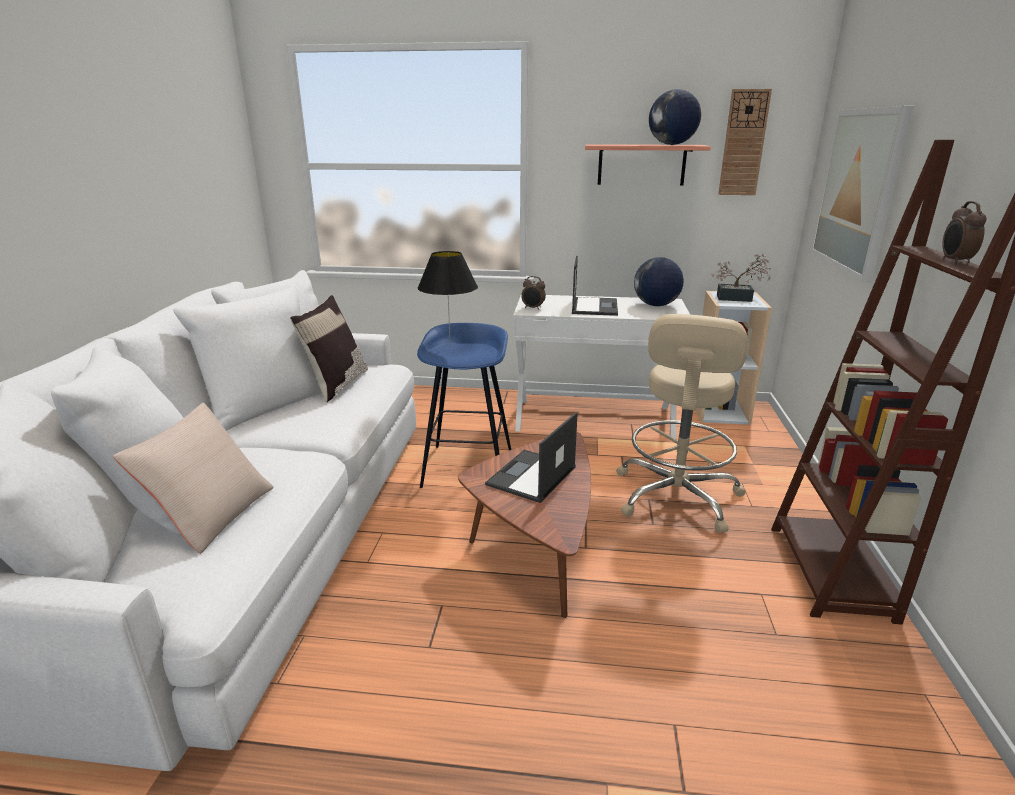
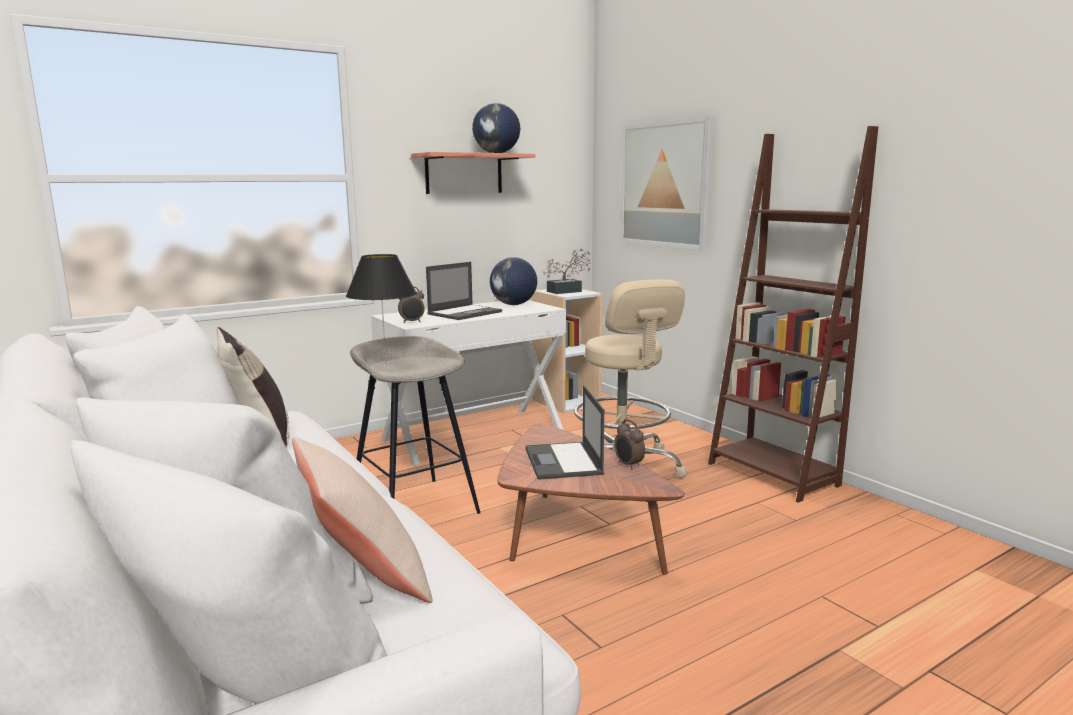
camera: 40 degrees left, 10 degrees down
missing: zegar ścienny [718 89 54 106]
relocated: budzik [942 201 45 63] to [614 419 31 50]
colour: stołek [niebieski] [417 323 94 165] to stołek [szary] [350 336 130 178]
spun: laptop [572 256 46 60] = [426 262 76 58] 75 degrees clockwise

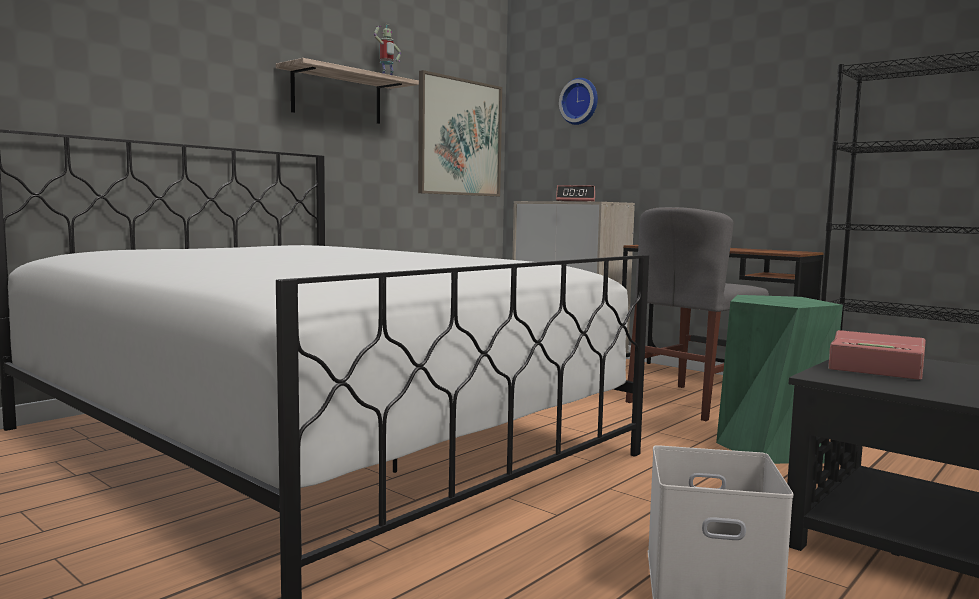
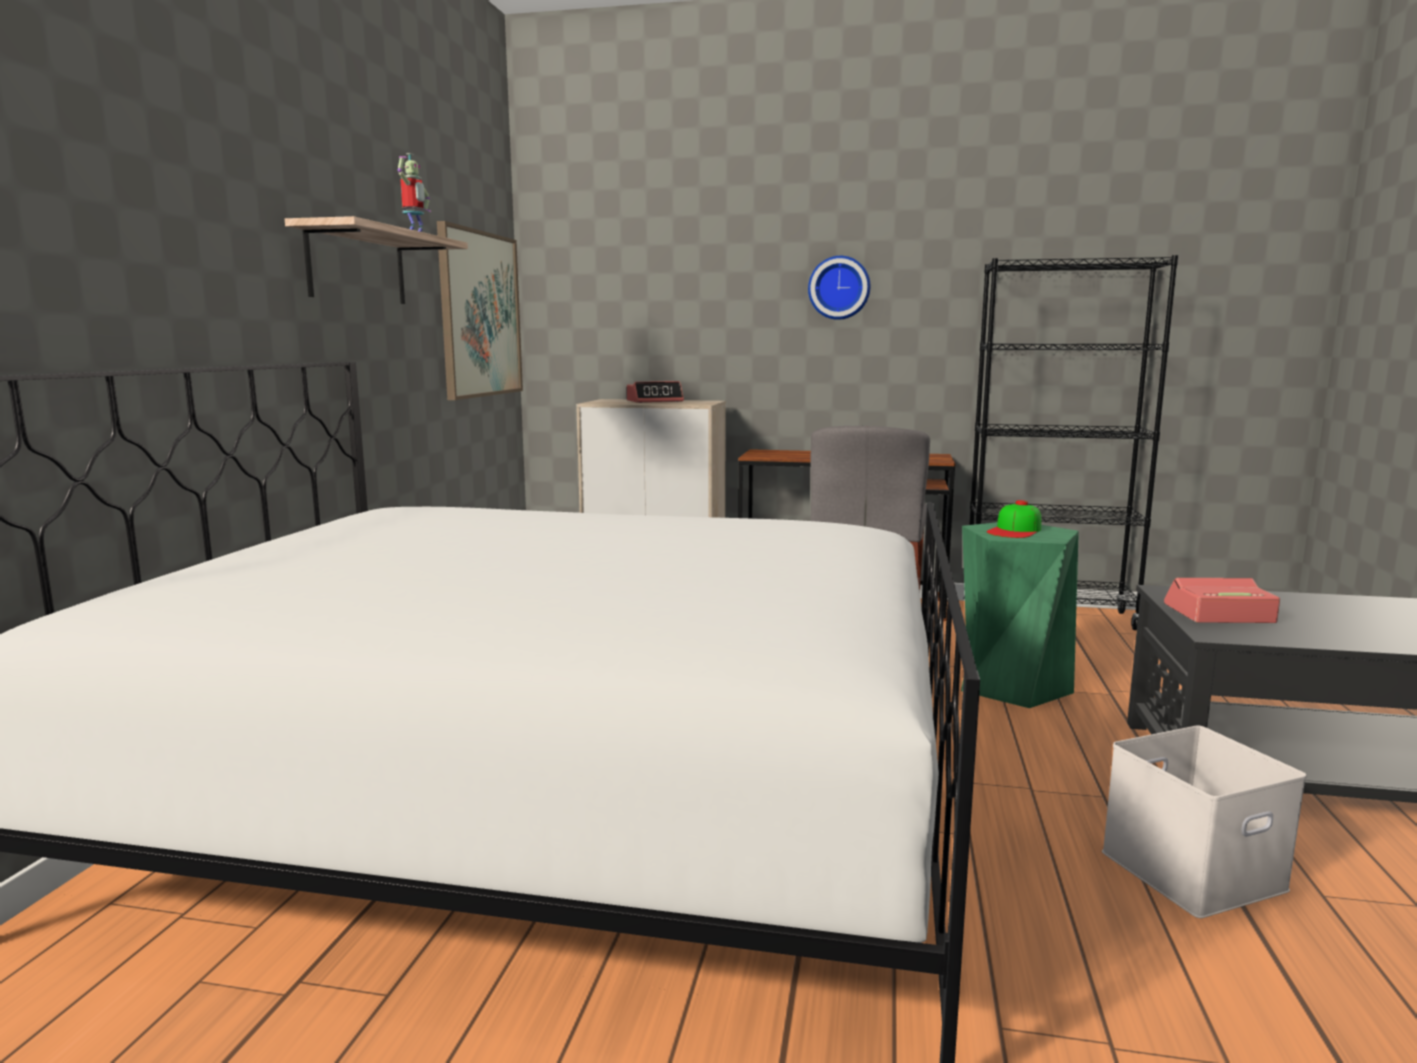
camera: 30 degrees left, 5 degrees up
appeared: czapka z daszkiem [987 500 54 38]
relocated: zegar ścienny [559 78 39 47] to [808 256 62 64]

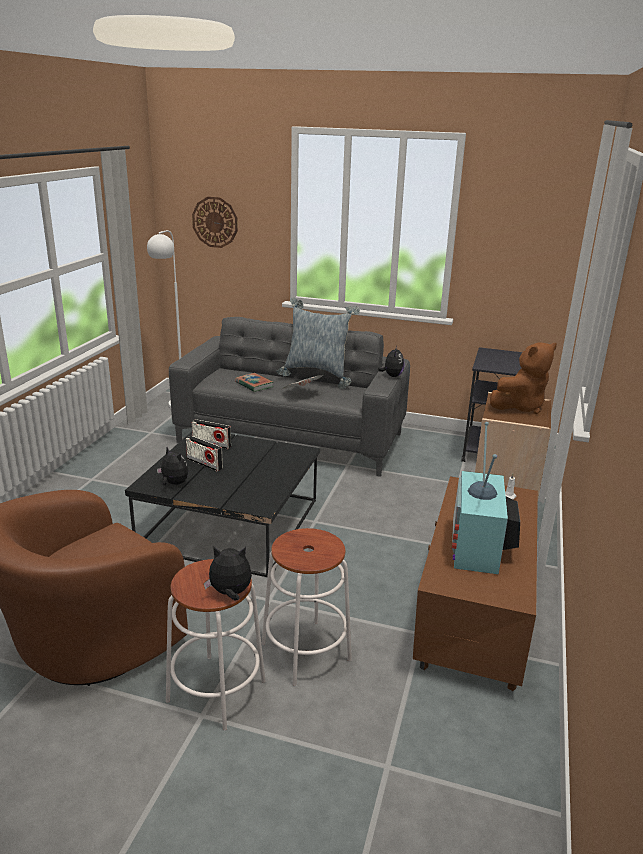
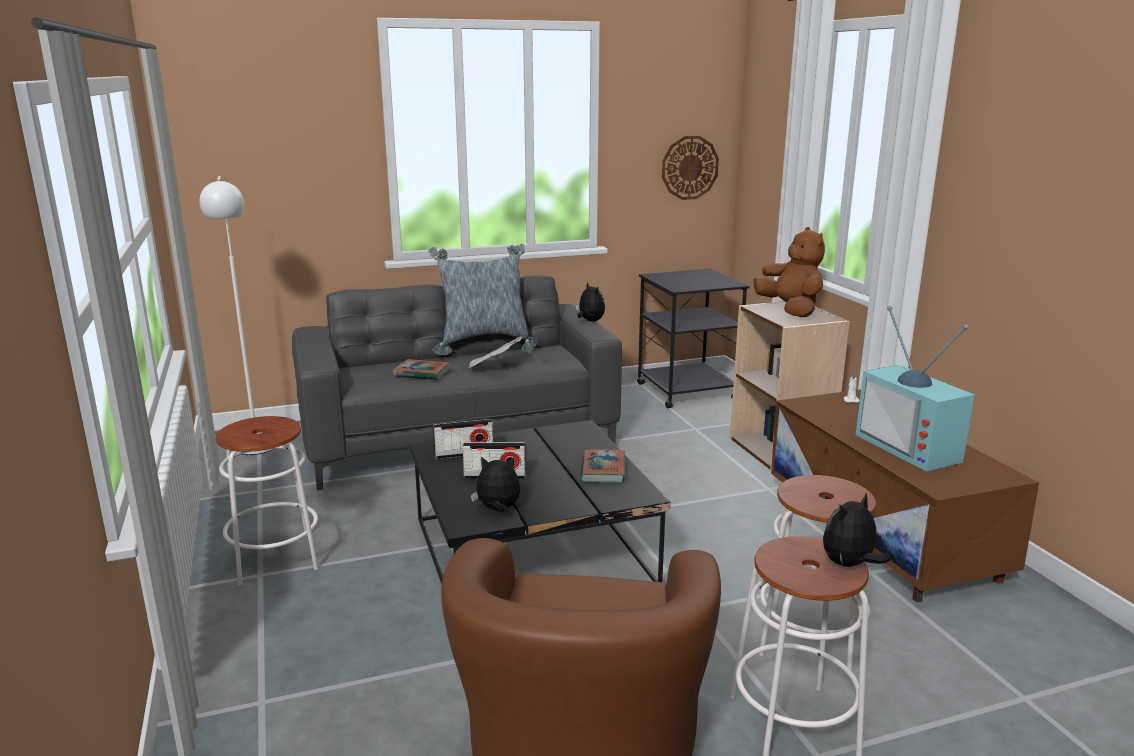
camera: 35 degrees left, 5 degrees down
appeared: stołek [biały] [216 416 102 170]; książka [581 449 44 34]
relocated: zegar ścienny [192 197 46 51] to [662 136 57 64]
spun: pluszak [brązowy] [490 343 67 71] = [754 227 71 90] 45 degrees counterclockwise

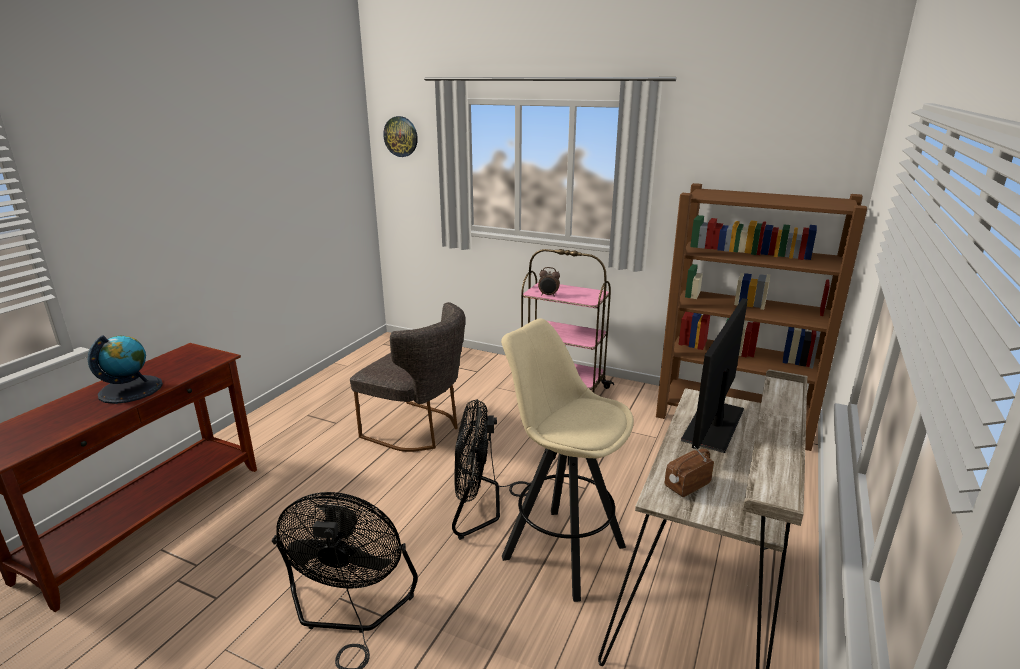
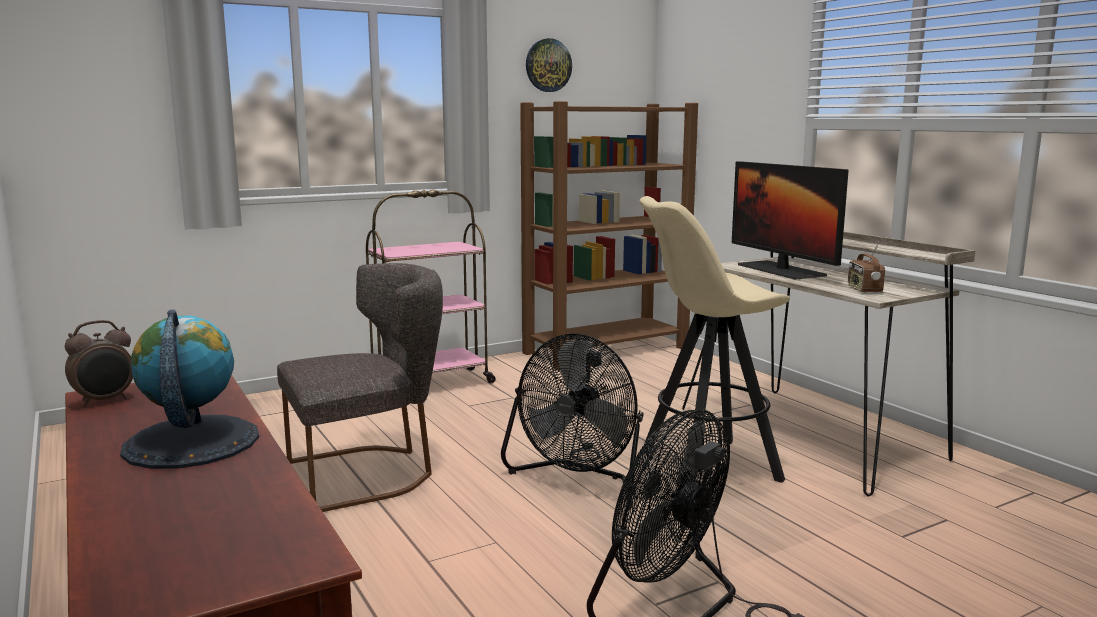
camera: 55 degrees left, 10 degrees down
relocated: zegar ścienny [383 116 35 41] to [526 38 46 54]; budzik [538 267 22 30] to [65 320 68 87]

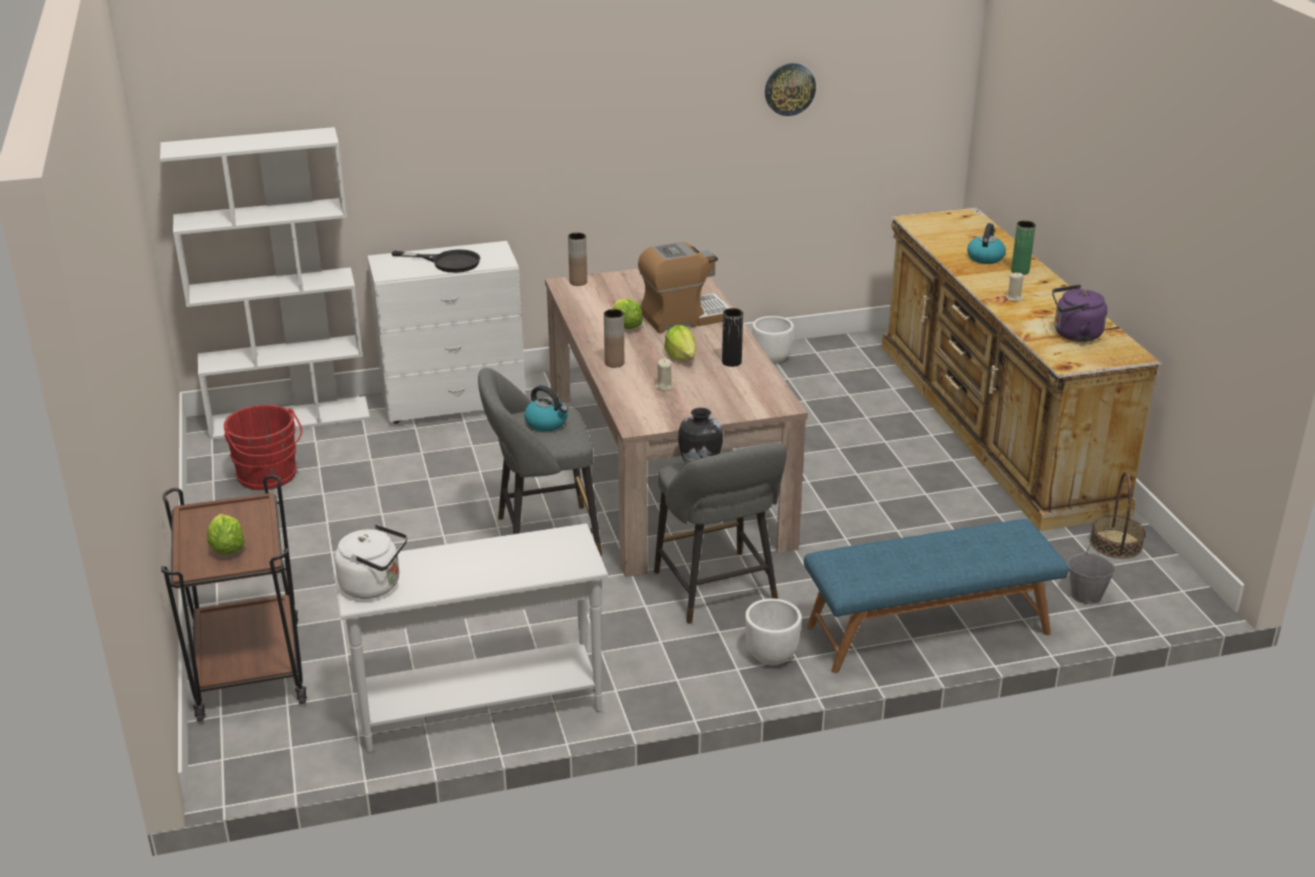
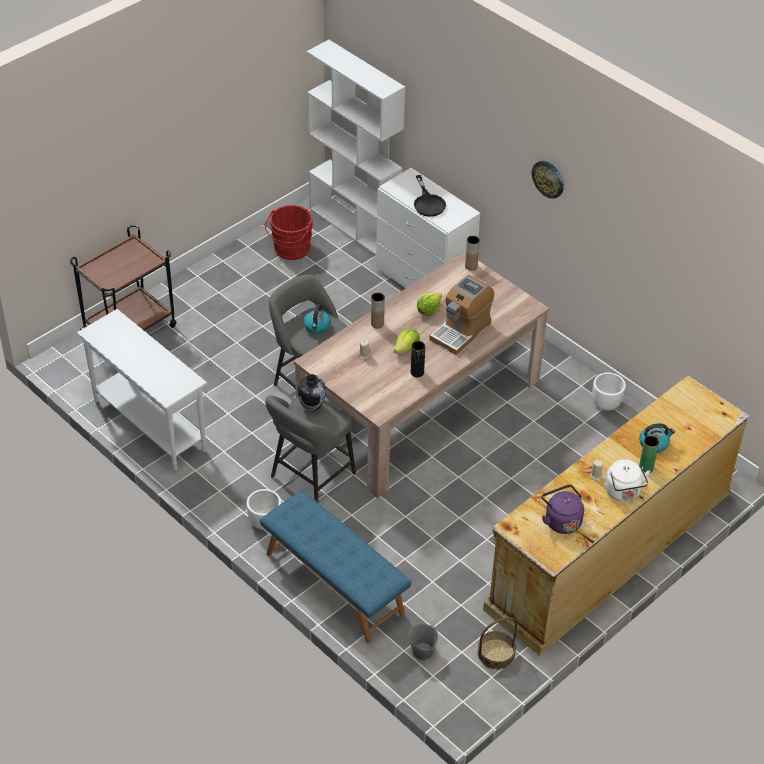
camera: 60 degrees right, 15 degrees up
missing: sałata [207 514 38 41]
relocated: czajnik [biały] [335 524 72 75] to [605 459 45 42]; zegar ścienny [765 63 51 53] to [532 161 32 38]
spun: ekspres do kawy [638 242 93 91] = [429 275 65 80] 90 degrees clockwise

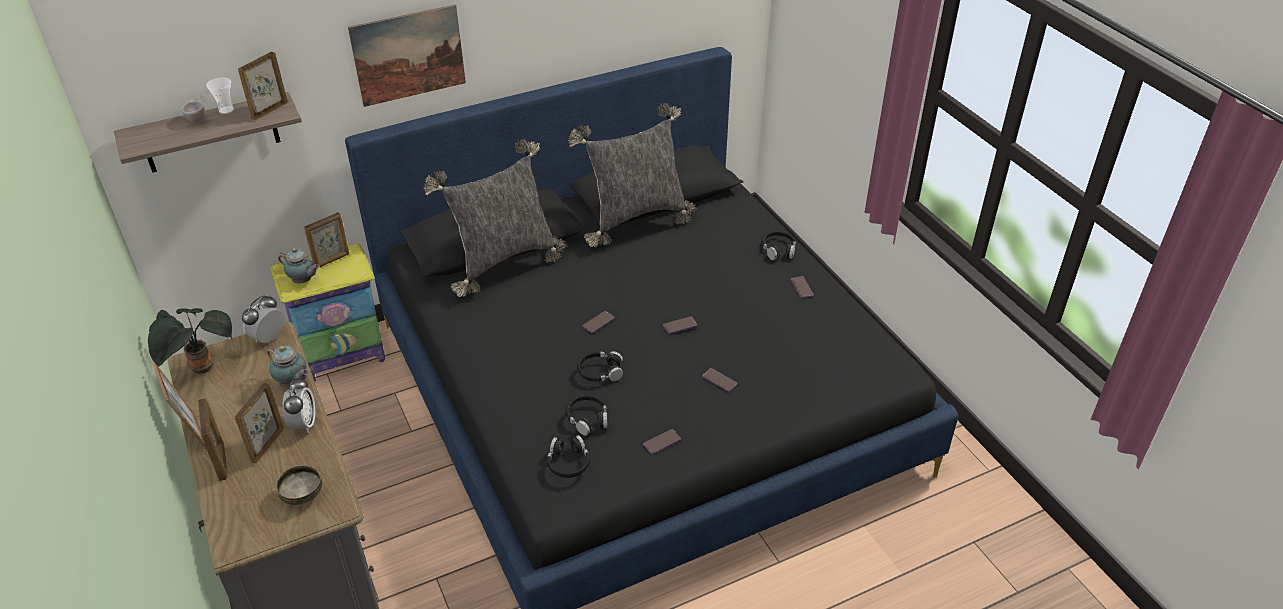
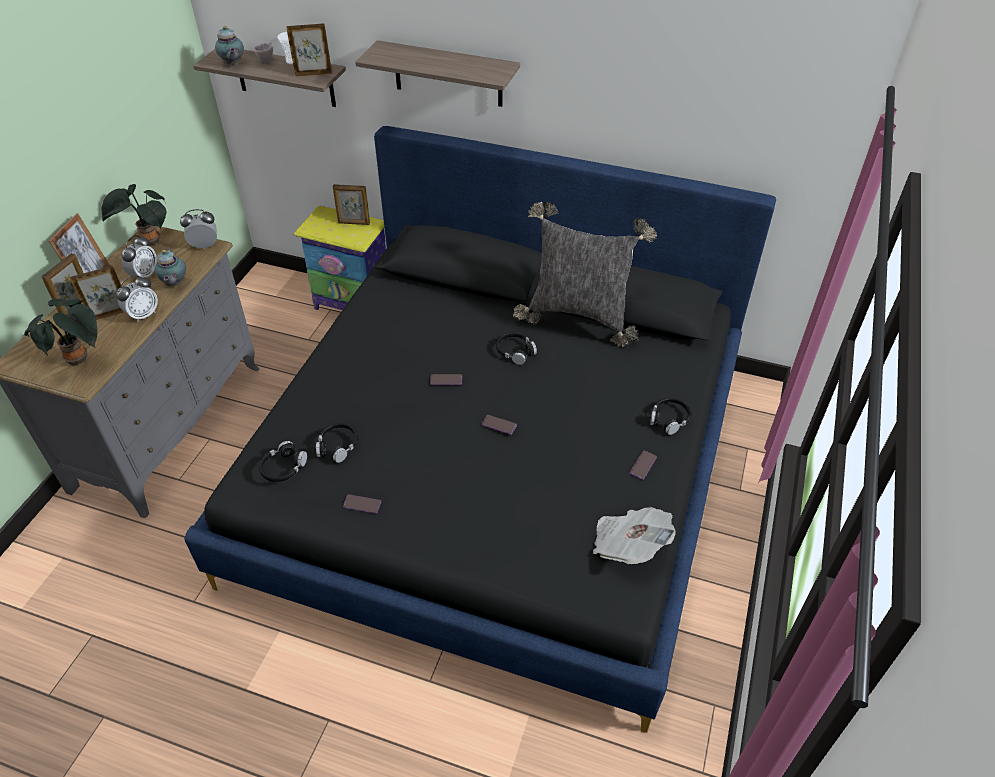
camera: 45 degrees right, 5 degrees up
missing: poduszka [424 138 144 160]; telefon [702 368 35 24]
appeared: budzik [121 235 36 43]; gazeta [593 507 83 57]
relocated: imbryk [278 248 42 35] to [215 26 29 40]; słuchawki [czarny] [577 351 46 31] to [496 332 41 33]
exchanged: miska [276 465 46 40] to roślina doniczkowa [24 299 74 66]; obraz [348 5 118 102] to półka [355 40 165 67]

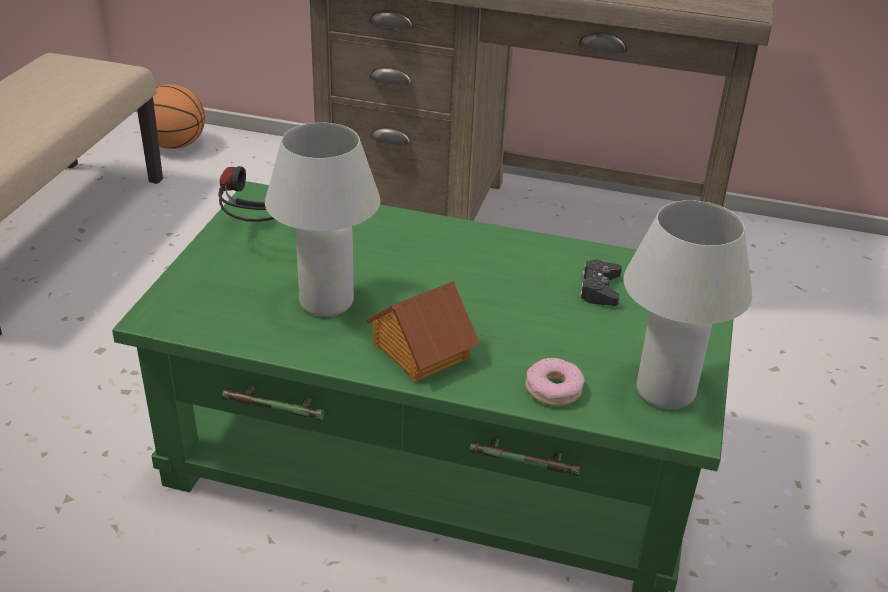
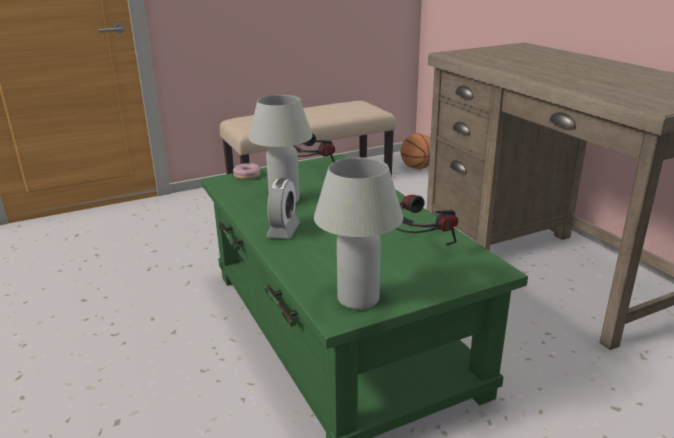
camera: 50 degrees right, 10 degrees down
relocated: donut [525 358 60 48] to [233 163 28 17]
exchanged: domek [367 281 113 101] to budzik [266 178 34 61]; pad do gier [czarny] [579 259 43 47] to słuchawki [396 195 62 51]

